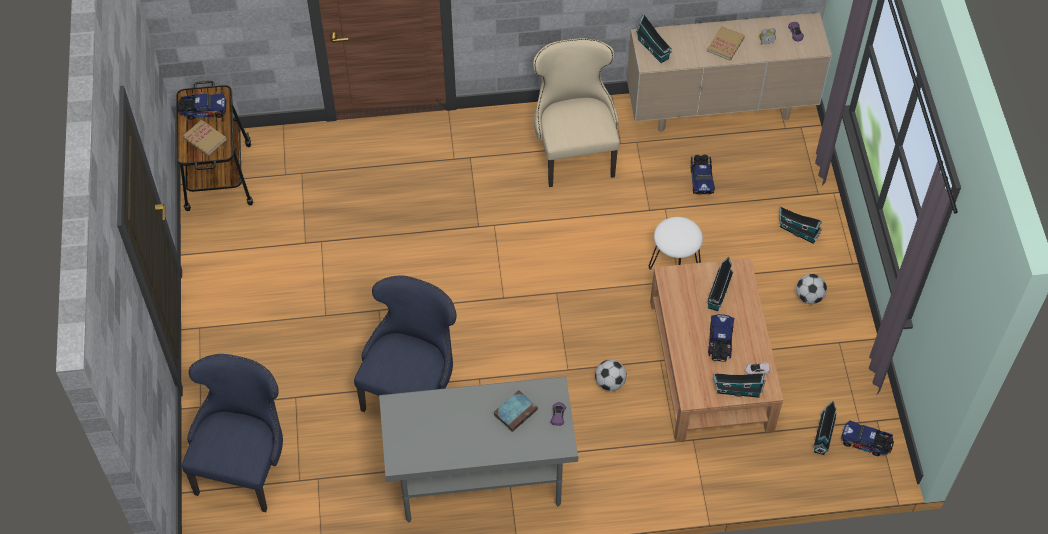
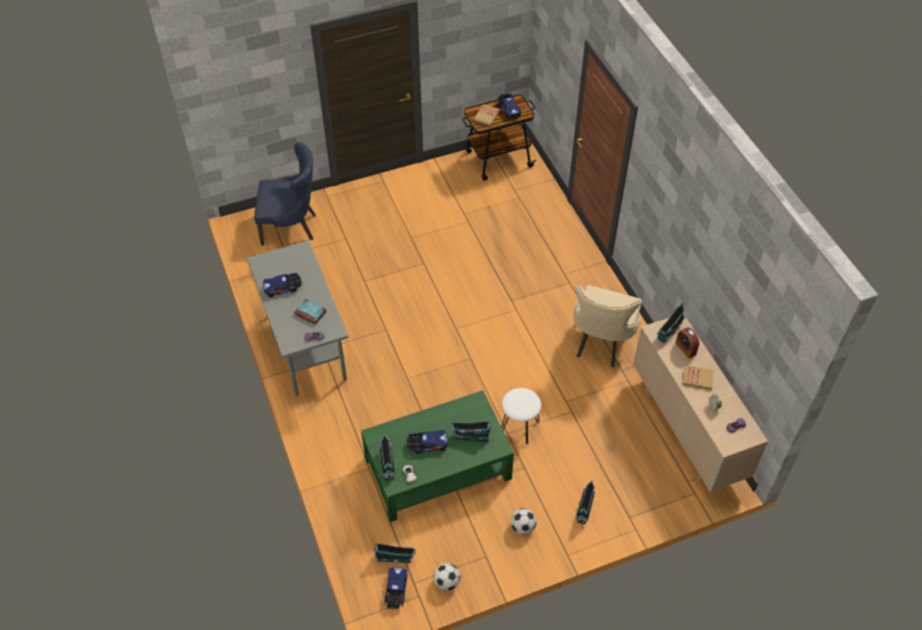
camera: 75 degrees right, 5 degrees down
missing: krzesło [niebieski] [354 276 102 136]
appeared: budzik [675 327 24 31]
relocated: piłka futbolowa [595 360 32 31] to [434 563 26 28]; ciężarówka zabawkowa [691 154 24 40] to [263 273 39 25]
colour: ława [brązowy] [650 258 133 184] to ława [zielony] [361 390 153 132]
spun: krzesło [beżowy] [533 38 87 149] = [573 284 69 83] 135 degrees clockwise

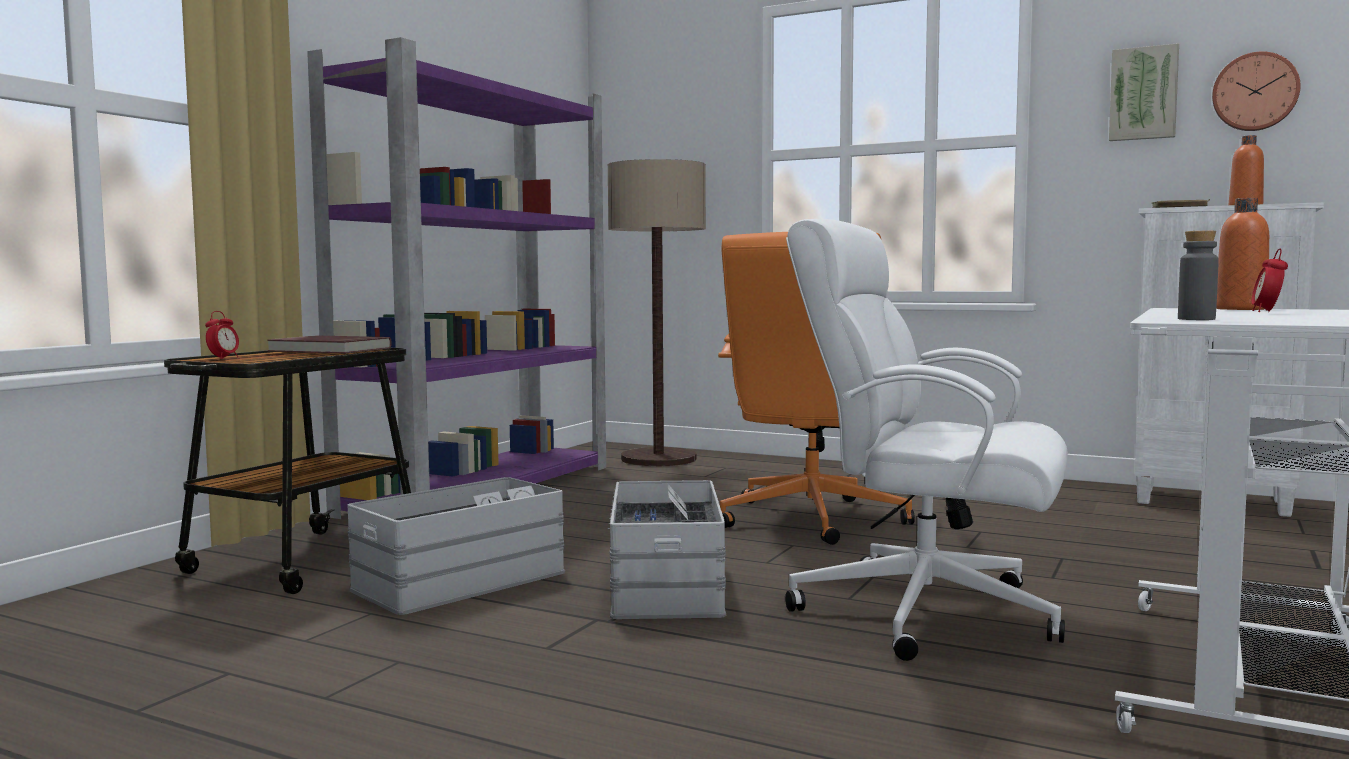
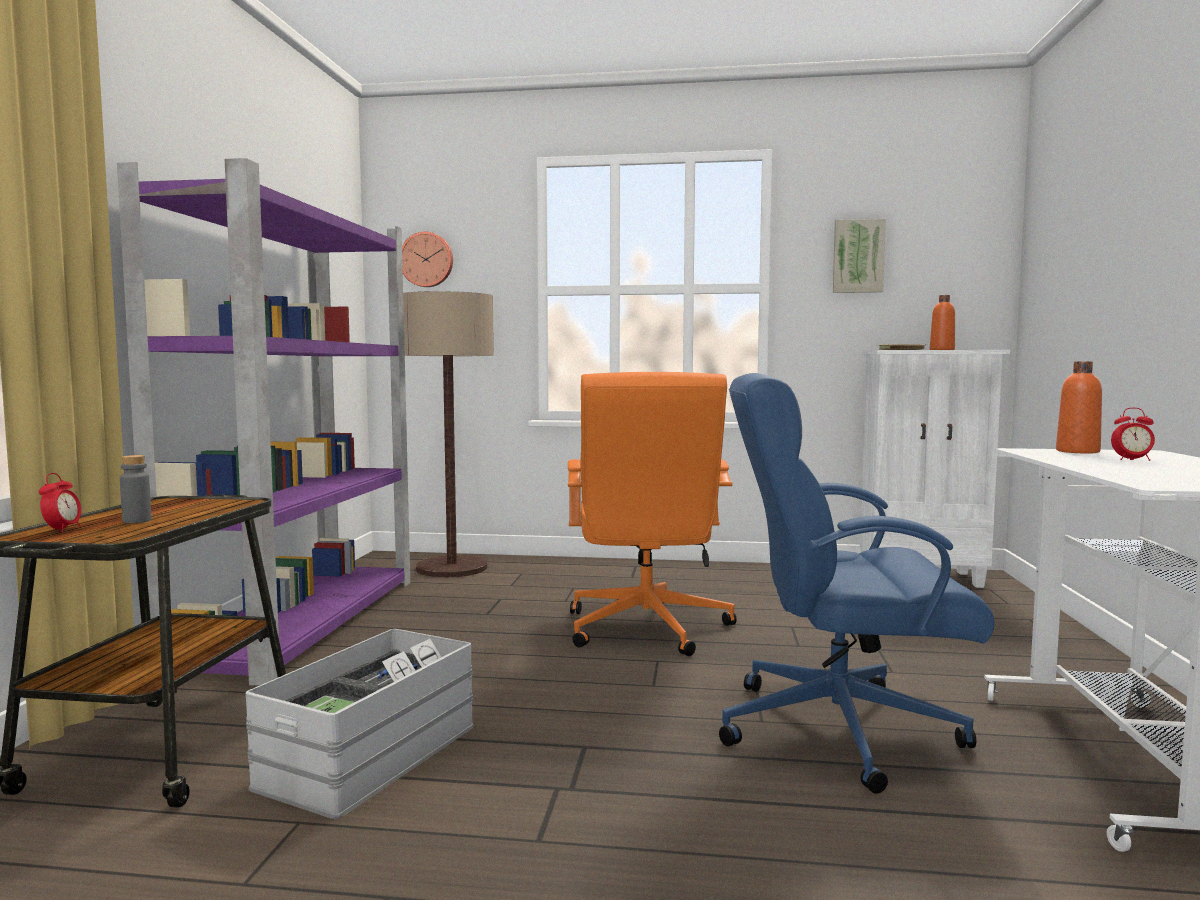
camera: 20 degrees left, 0 degrees up
missing: książka [czerwony] [267 336 125 17]; pojemnik do przechowywania [szary] [608 480 118 139]
relocated: butelka [szary] [1178 231 41 89] to [120 455 31 68]; zegar ścienny [1212 51 89 80] to [402 232 51 55]
colour: krzesło biurowe [biały] [785 219 283 442] to krzesło biurowe [niebieski] [719 373 276 421]
spun: budzik [1252 249 36 63] = [1111 408 44 53] 75 degrees counterclockwise

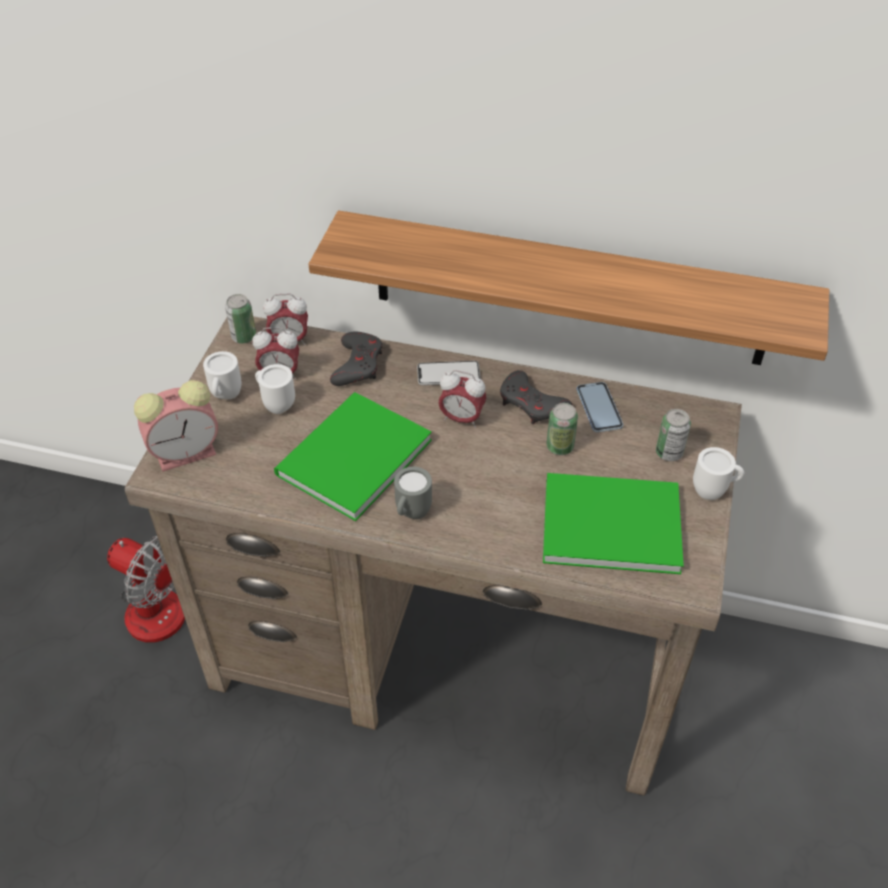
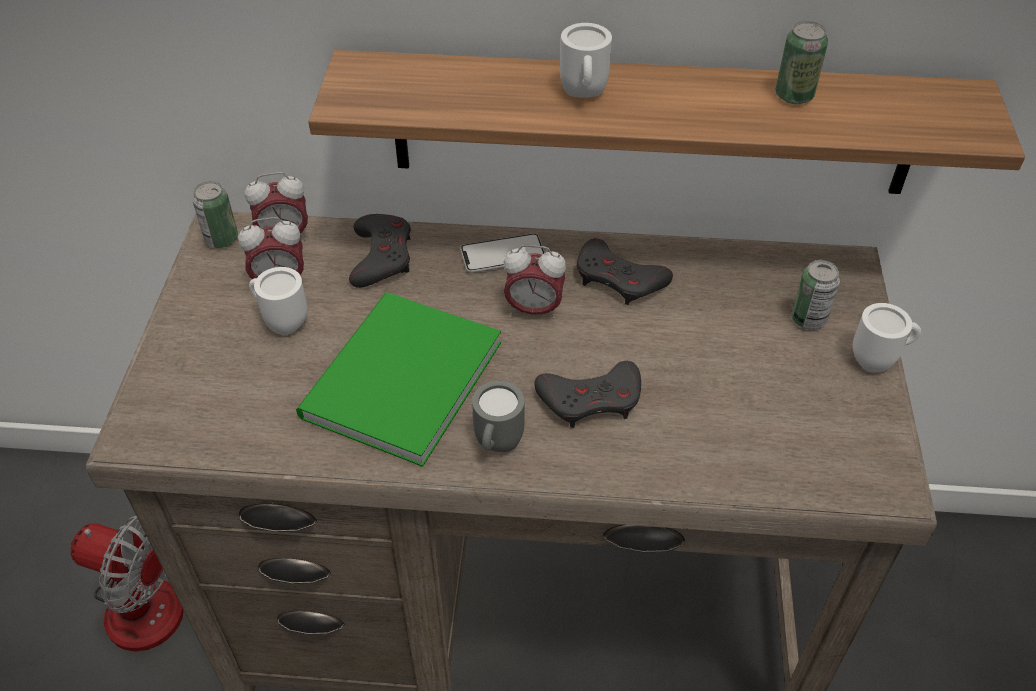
camera: 10 degrees left, 0 degrees up
missing: budzik [134 380 84 92]; książka [zielony] [543 473 141 101]; telefon [577 382 46 50]
appeared: pad do gier [szary] [534 361 107 67]
relocated: kubek [biały] [203 351 38 48] to [560 23 52 75]; puszka [546 403 32 52] to [775 21 53 83]

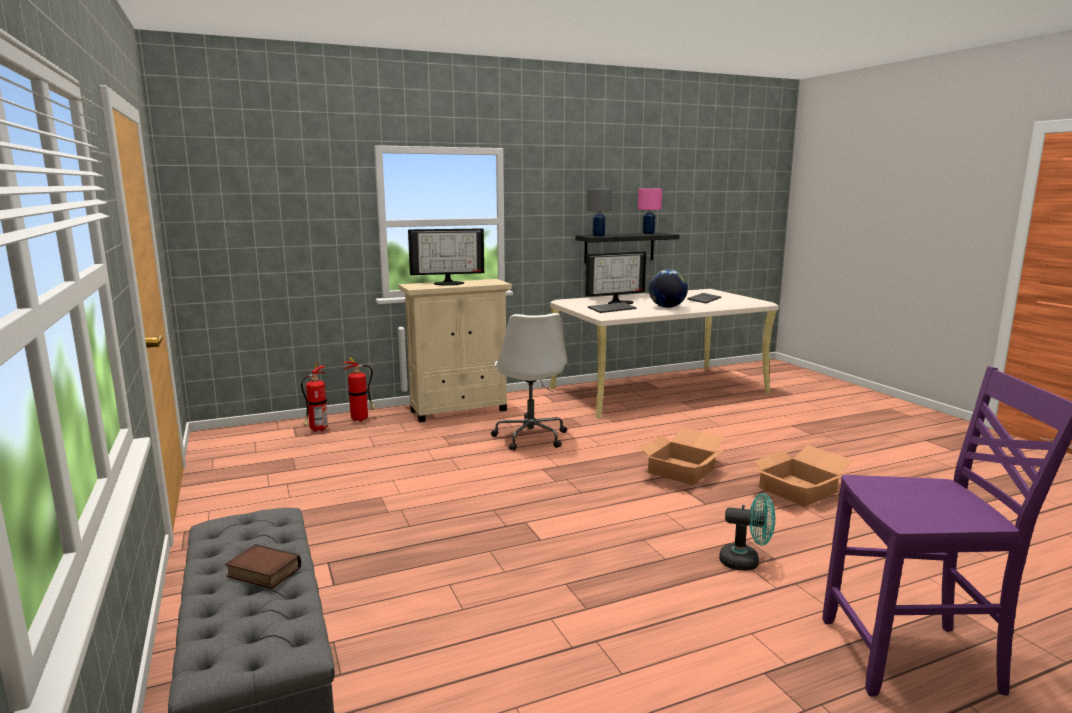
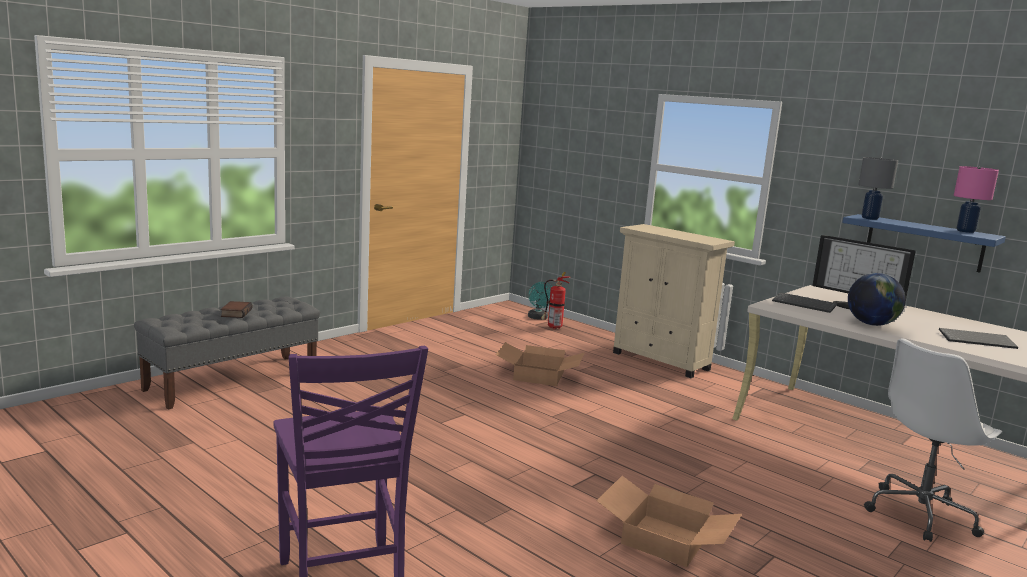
camera: 65 degrees right, 0 degrees up
missing: gaśnica [343 357 33 65]; monitor [408 228 76 57]
relocated: krzesło biurowe [biały] [491 313 76 138] to [864 338 138 204]; karton [640 427 84 58] to [495 342 89 44]; wentylator [turkusowy] [719 493 56 78] to [528 282 24 38]
colour: półka [czarny] [576 233 103 31] to półka [niebieski] [842 214 164 58]

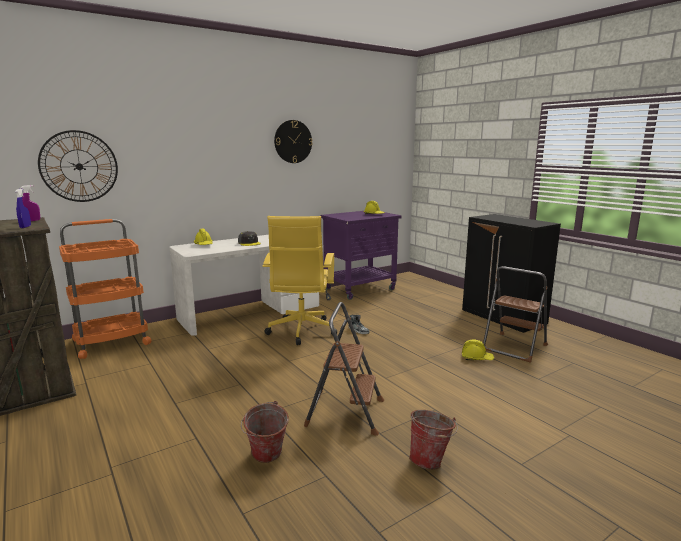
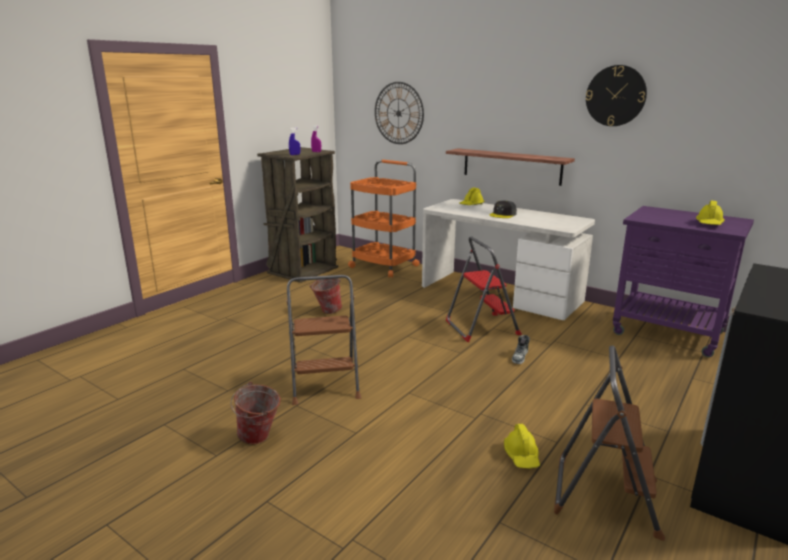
camera: 70 degrees right, 5 degrees up
appeared: półka [446 148 129 38]
relocated: wiadro [241 401 48 62] to [309 278 33 36]
exchanged: krzesło biurowe [żółty] [263 216 74 129] to drabinka [czerwony] [446 236 76 106]

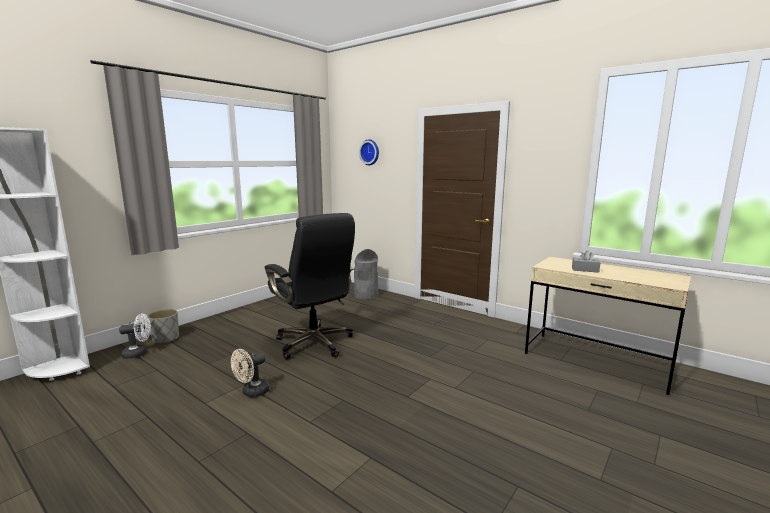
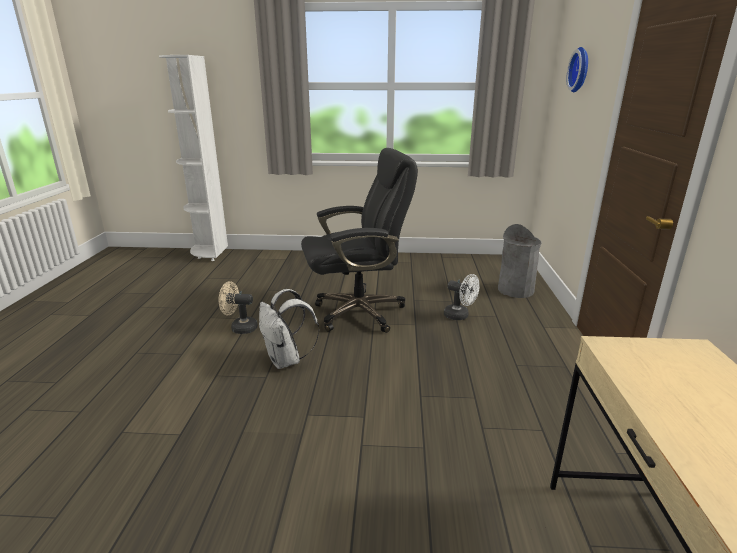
camera: 55 degrees right, 10 degrees up
missing: donica [szary] [147 309 32 35]; pudełko chusteczek [szary] [572 250 28 23]
appeared: plecak [biały] [259 289 60 80]
relocated: wentylator [biały] [119 313 32 46] to [444 274 36 46]
spun: krzesło biurowe [czarny] [265 213 90 147] = [301 148 117 185] 120 degrees counterclockwise

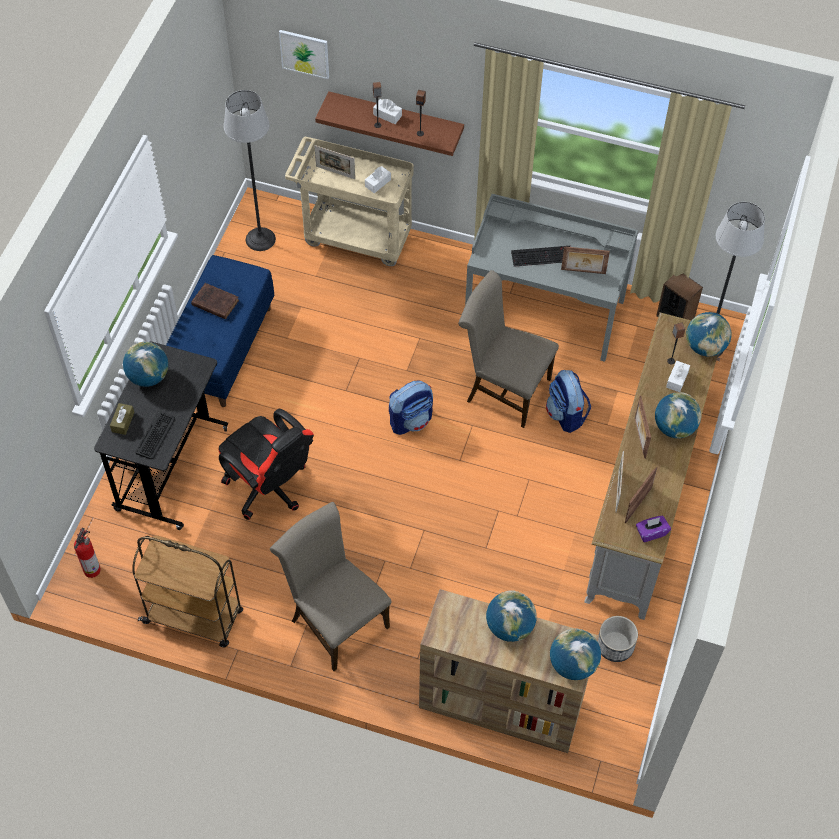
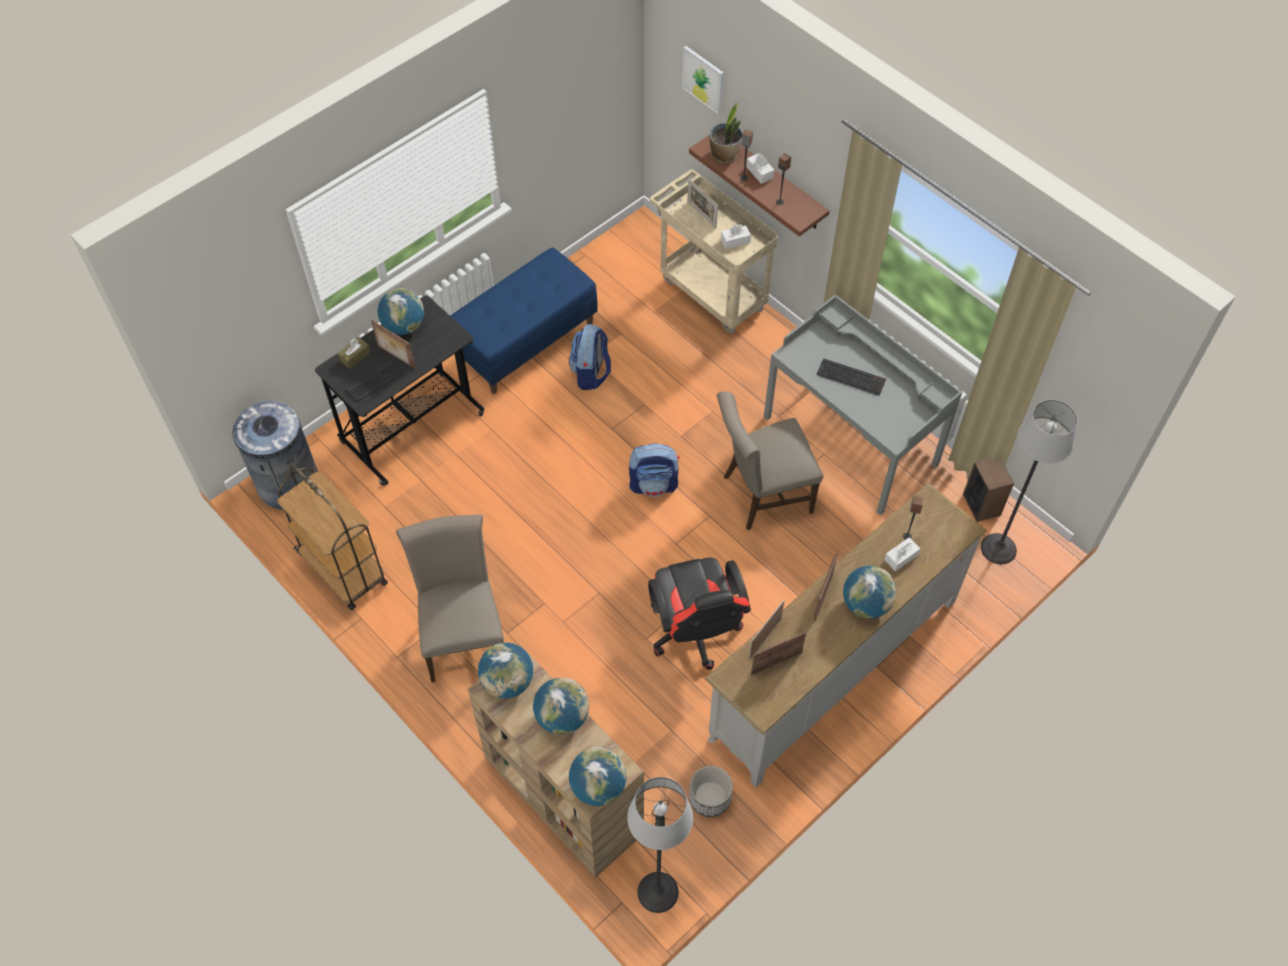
camera: 30 degrees right, 0 degrees up
missing: książka [brązowy] [191 283 48 36]; pudełko chusteczek [fioletowy] [636 516 35 26]
appeared: roślina doniczkowa [710 102 33 61]
relocated: krzesło biurowe [czarny] [219 409 95 111] to [648 557 103 113]; lampa stojąca [224 90 52 161] to [627 777 66 136]; plecak [546 370 45 63] to [569 324 42 66]; ramka na zdjęcie [561 246 49 28] to [371 320 44 49]; globus [686 312 46 45] to [478 643 56 55]
exchanged: gaśnica [74 528 27 50] to kosz na śmieci [szary] [230 401 88 108]
spun: krzesło [beżowy] [458 270 101 158] = [717 391 106 139] 75 degrees counterclockwise

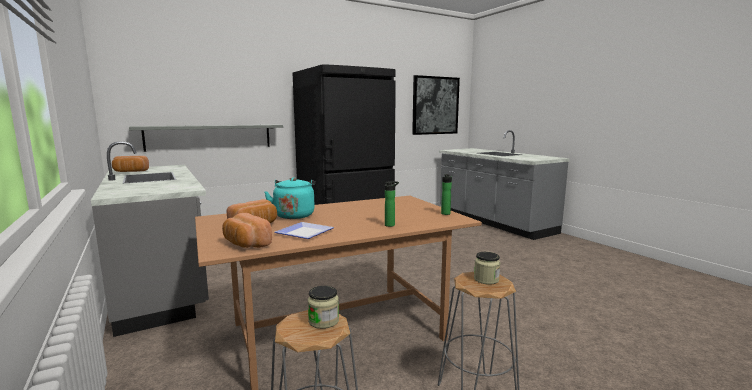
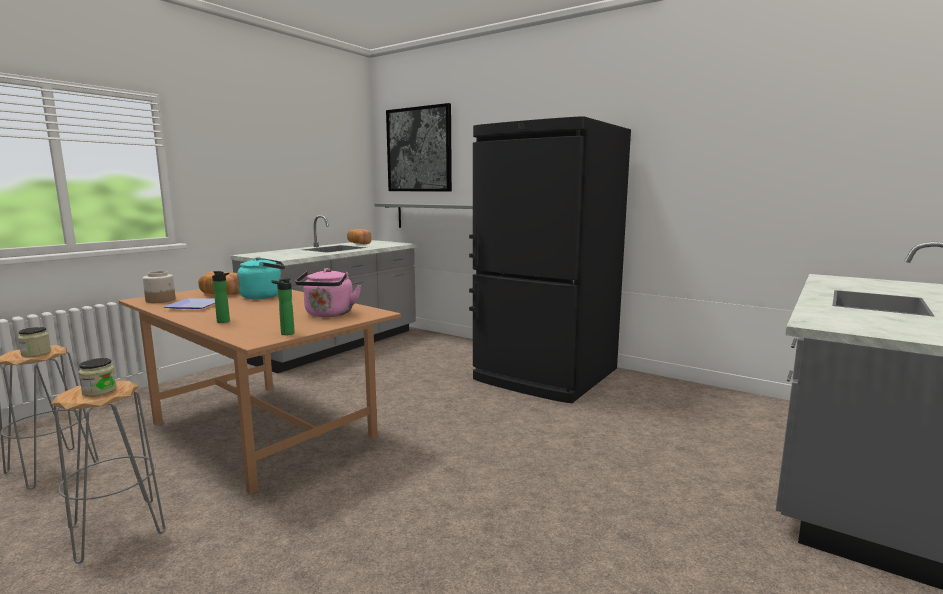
camera: 65 degrees right, 0 degrees up
appeared: czajnik [różowy] [295 268 66 49]
relocated: obraz [412 75 48 60] to [386 103 66 89]
exchanged: chleb [222 213 50 35] to słoik [143 271 33 32]

